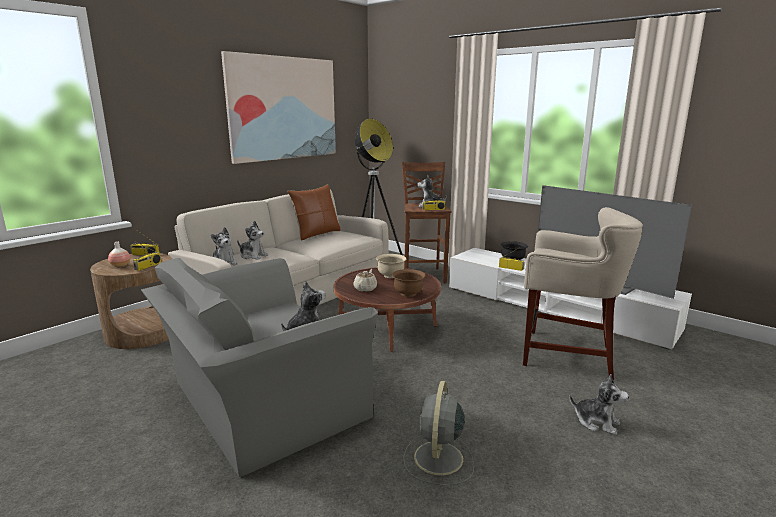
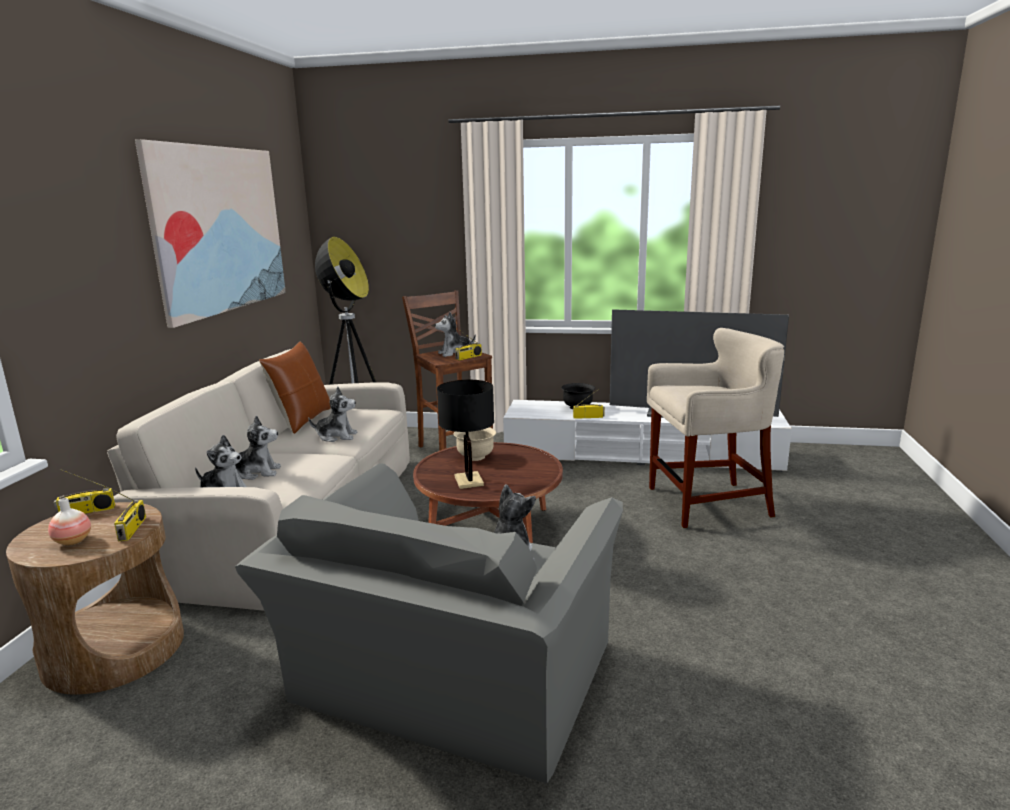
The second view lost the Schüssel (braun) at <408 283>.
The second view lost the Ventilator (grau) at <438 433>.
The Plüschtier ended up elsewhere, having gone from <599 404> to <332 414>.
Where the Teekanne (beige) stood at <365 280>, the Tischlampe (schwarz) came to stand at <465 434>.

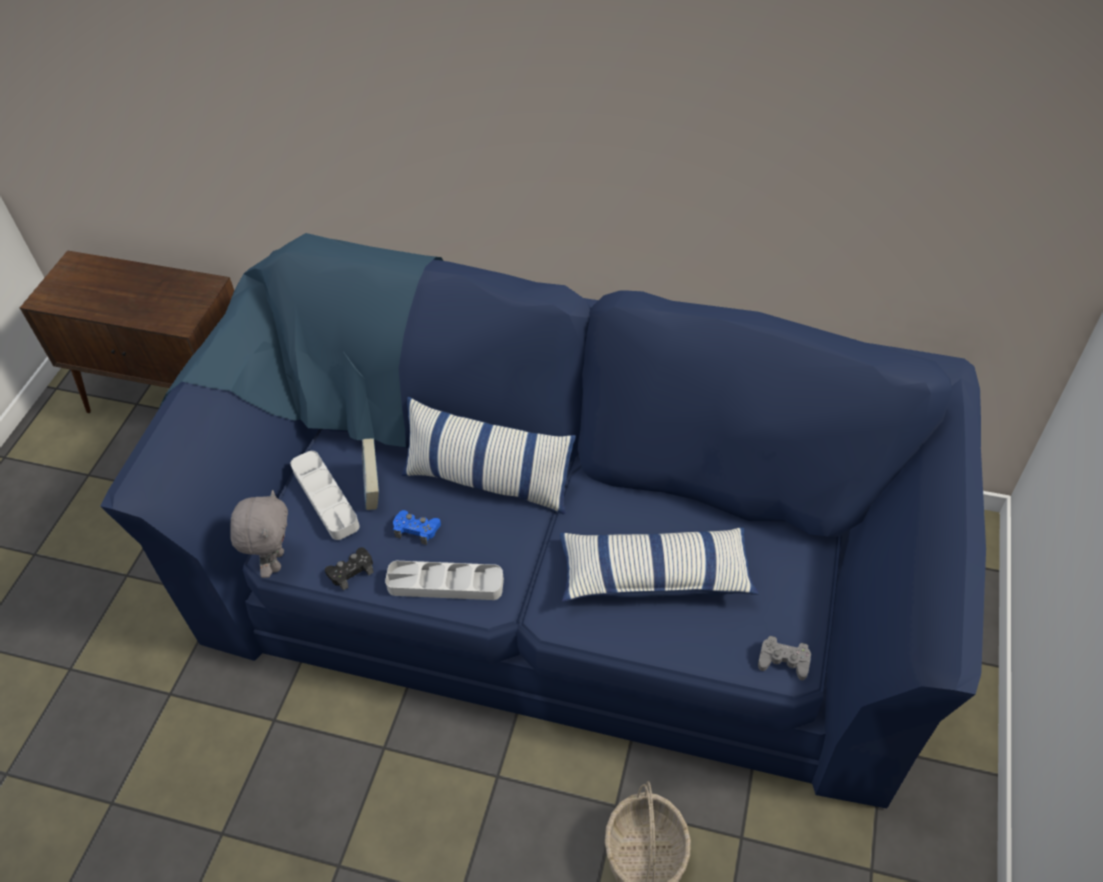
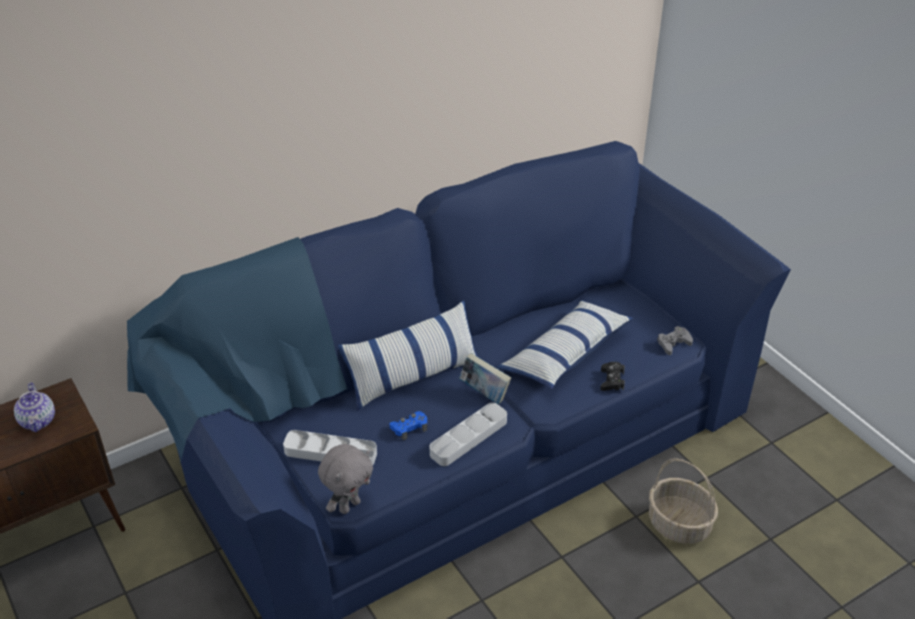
The second view gained the Teekanne at <34 407>.
The Gamepad (schwarz) ended up elsewhere, having gone from <349 569> to <612 376>.
The Buch ended up elsewhere, having gone from <370 474> to <485 378>.
The Plüschtier (grau) at <259 534> ended up facing another way, 90 degrees clockwise from before.

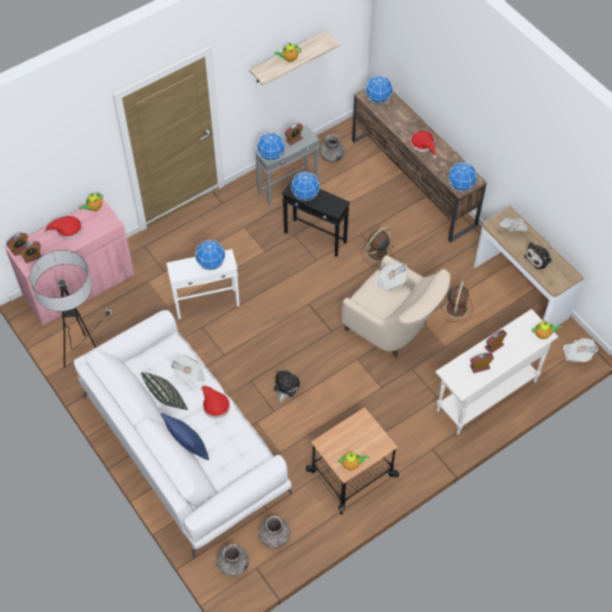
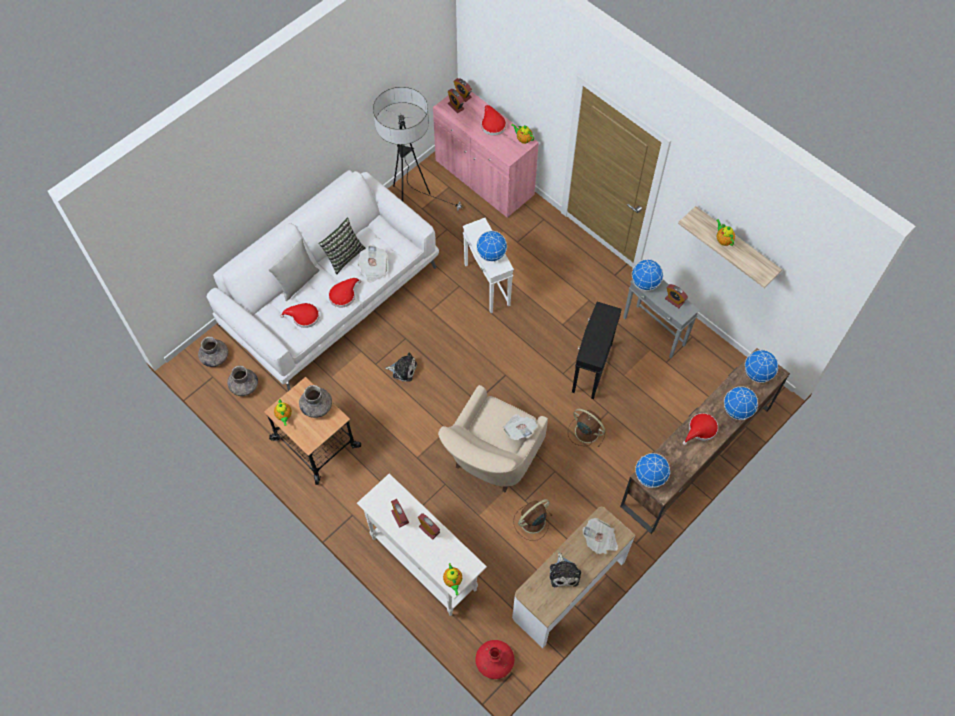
The second view gained the Hut (rot) at <299 315>.
The Globus ended up elsewhere, having gone from <305 186> to <741 403>.
The Vase (grau) ended up elsewhere, having gone from <332 148> to <315 401>.
Where the Zeitung stood at <580 350>, the Vase (rot) came to stand at <494 659>.
What was the Kissen (blau) at <185 436> turned into the Kissen (grau) at <294 269>.
The Ventilator (braun) at <457 301> ended up facing another way, 135 degrees clockwise from before.
The Plüschtier at <538 256> ended up facing another way, 135 degrees counterclockwise from before.

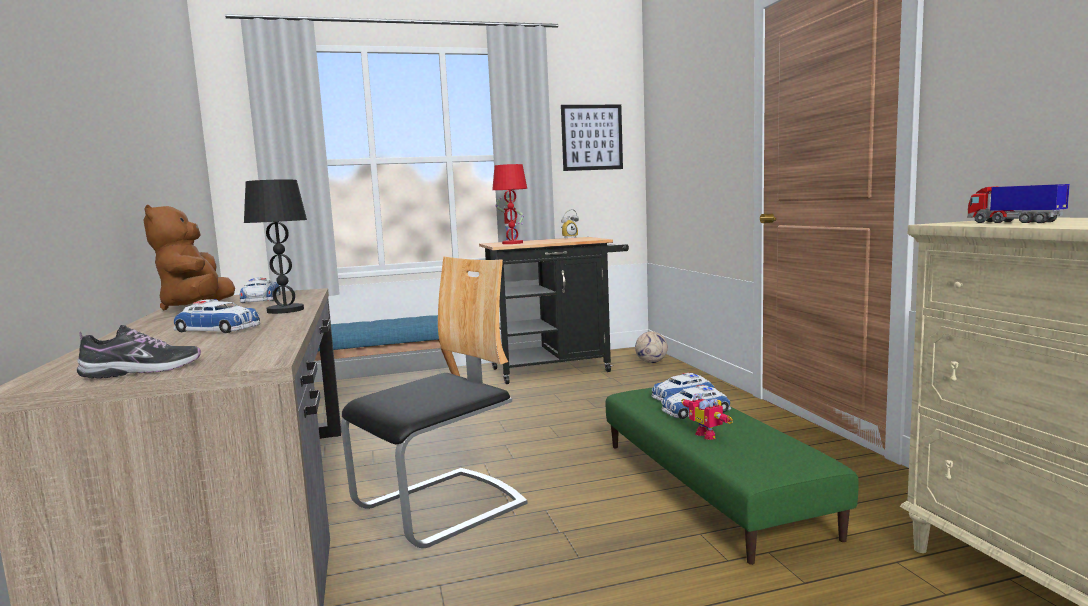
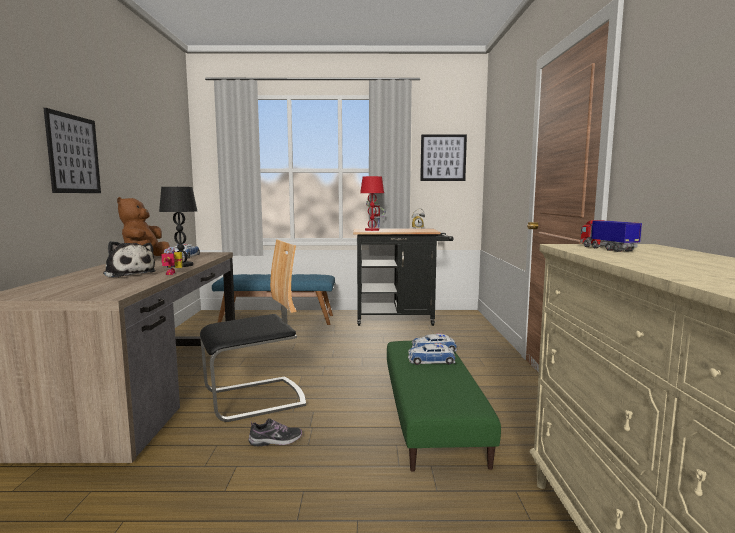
The second view lost the Fußball at <651 347>.
The second view gained the Bild at <72 150>.
The Schuh ended up elsewhere, having gone from <139 352> to <275 432>.
The Spielzeugroboter ended up elsewhere, having gone from <707 416> to <172 261>.
Where the Spielzeugauto stood at <216 316>, the Plüschtier came to stand at <129 259>.

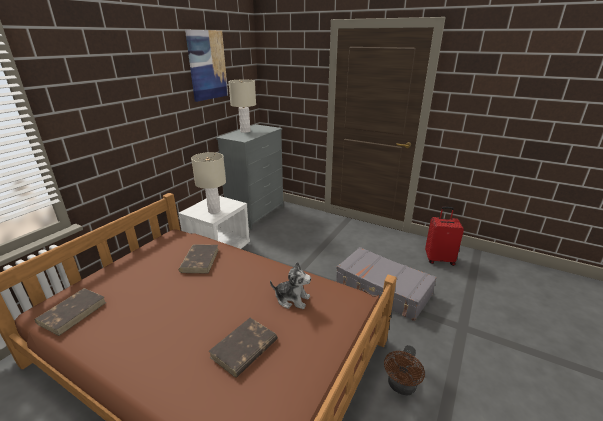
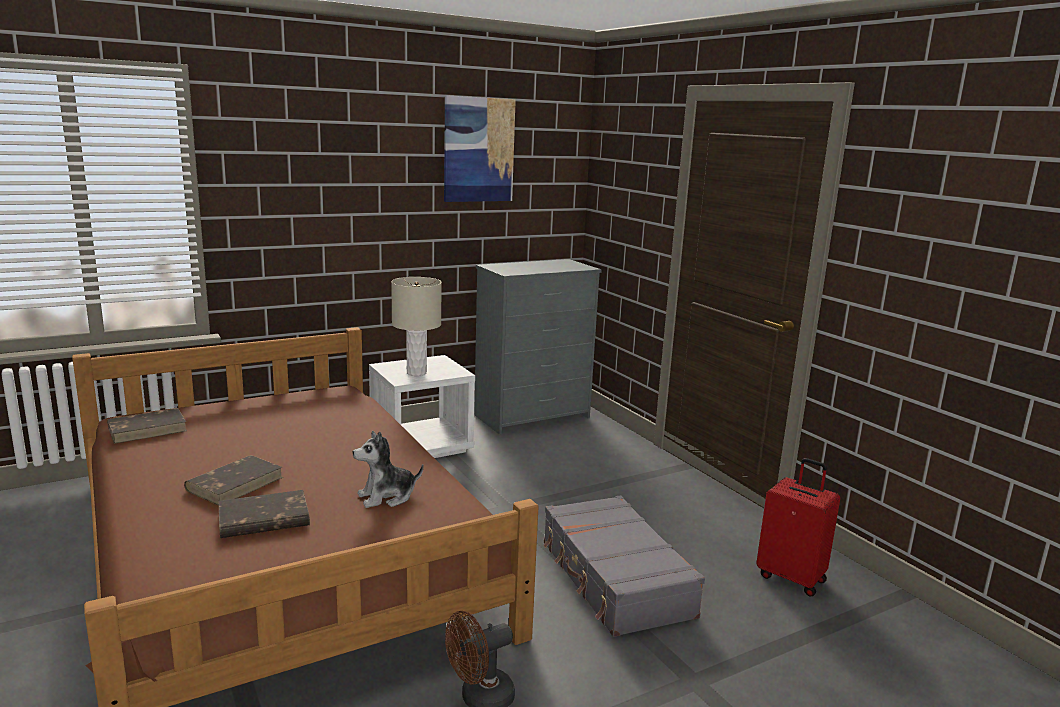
The second view lost the Tischlampe (beige) at <242 106>.
The Buch (braun) ended up elsewhere, having gone from <198 259> to <233 480>.
The Plüschtier at <290 285> ended up facing another way, 105 degrees clockwise from before.

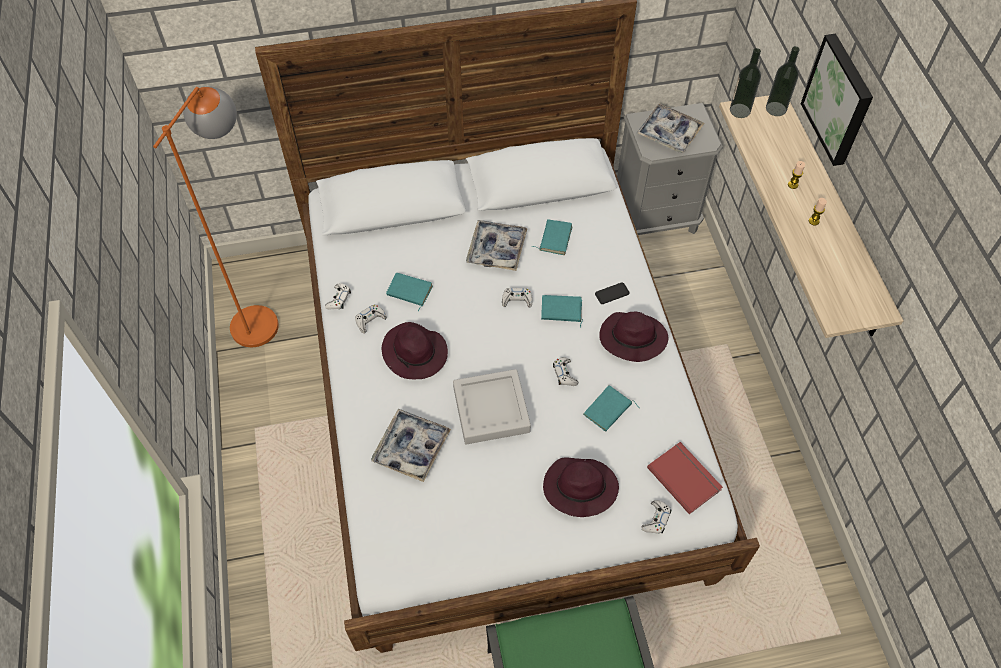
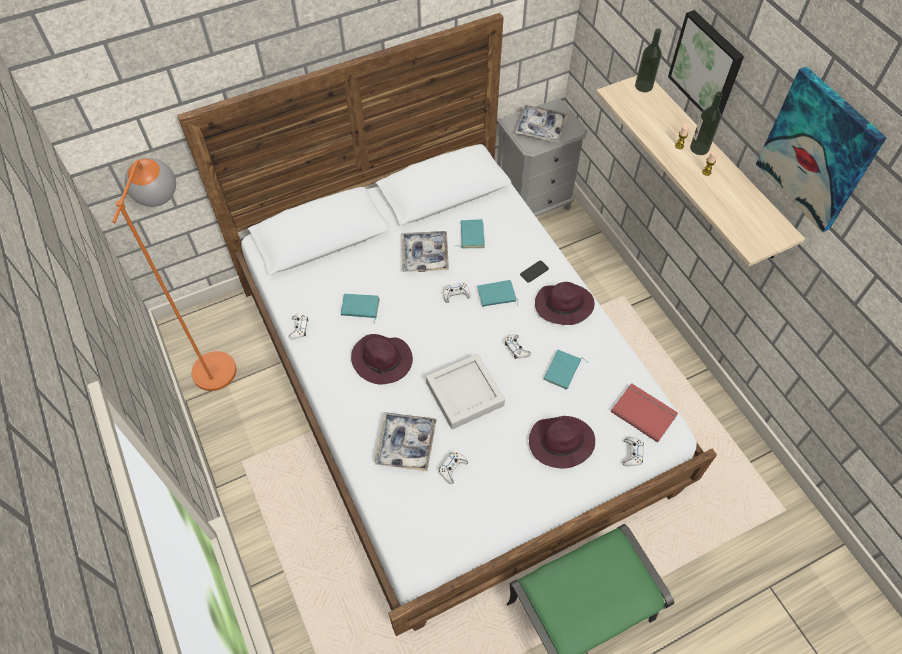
The second view gained the Bild at <821 149>.
The Gamepad (weiß) ended up elsewhere, having gone from <371 319> to <453 468>.
The Flasche ended up elsewhere, having gone from <745 83> to <706 123>.

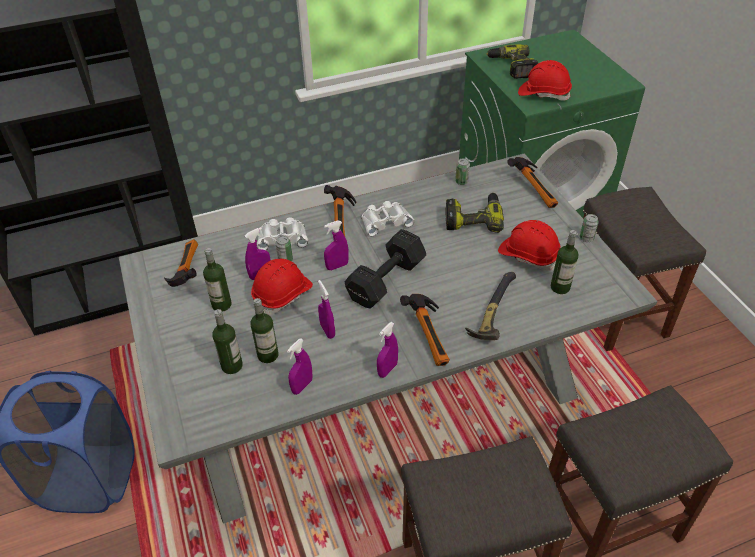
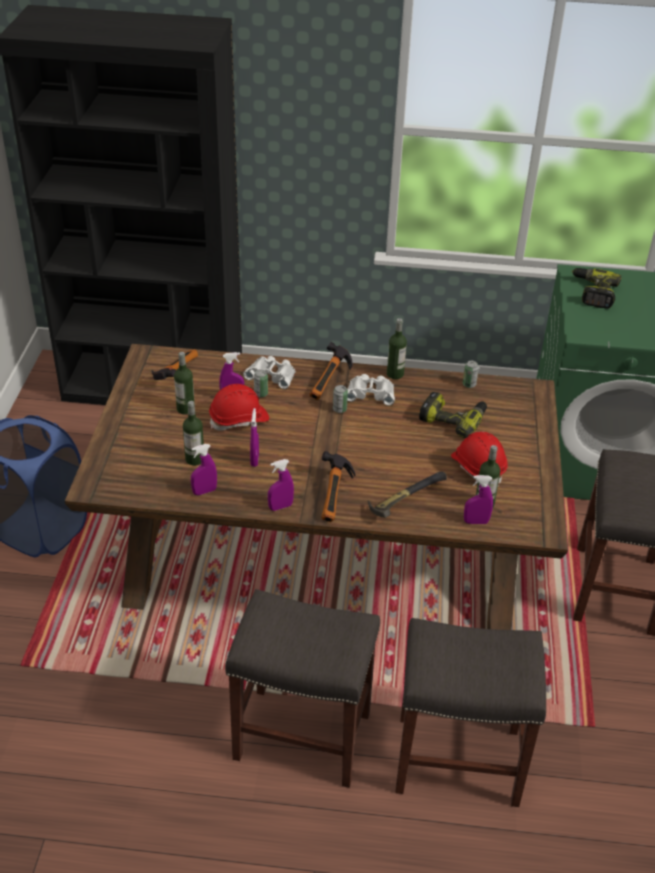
The second view lost the Hantel (schwarz) at <385 269>.
The second view lost the Hammer at <533 182>.
The second view lost the Schutzhelm (rot) at <545 80>.
The Flasche ended up elsewhere, having gone from <227 341> to <397 348>.
The Sprühflasche (lila) ended up elsewhere, having gone from <336 245> to <478 499>.
The Dose ended up elsewhere, having gone from <589 228> to <340 399>.
What was the Esstisch (grau) at <388 339> turned into the Esstisch (braun) at <316 487>.

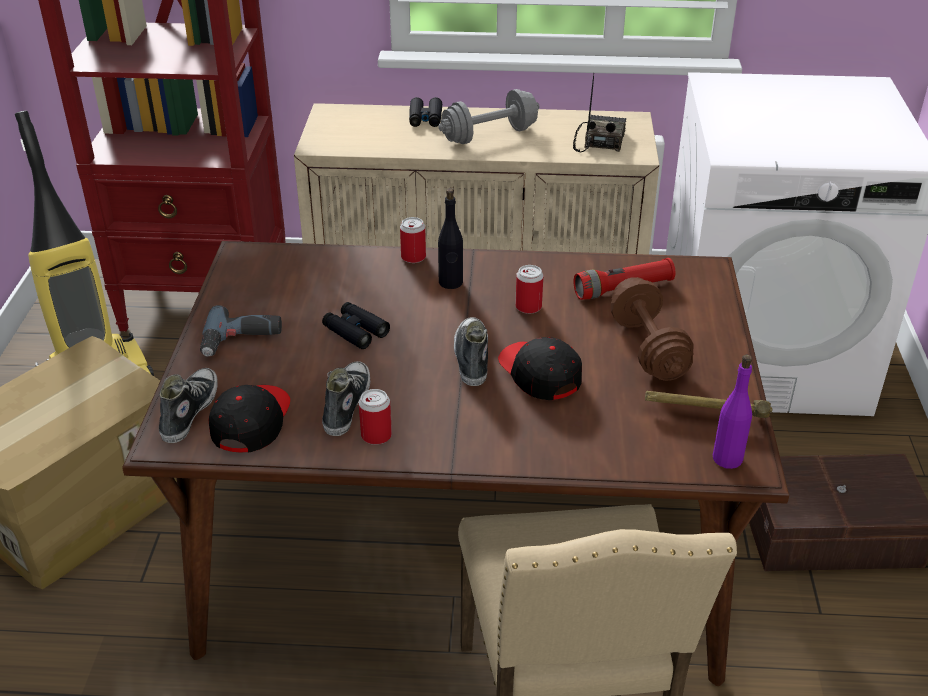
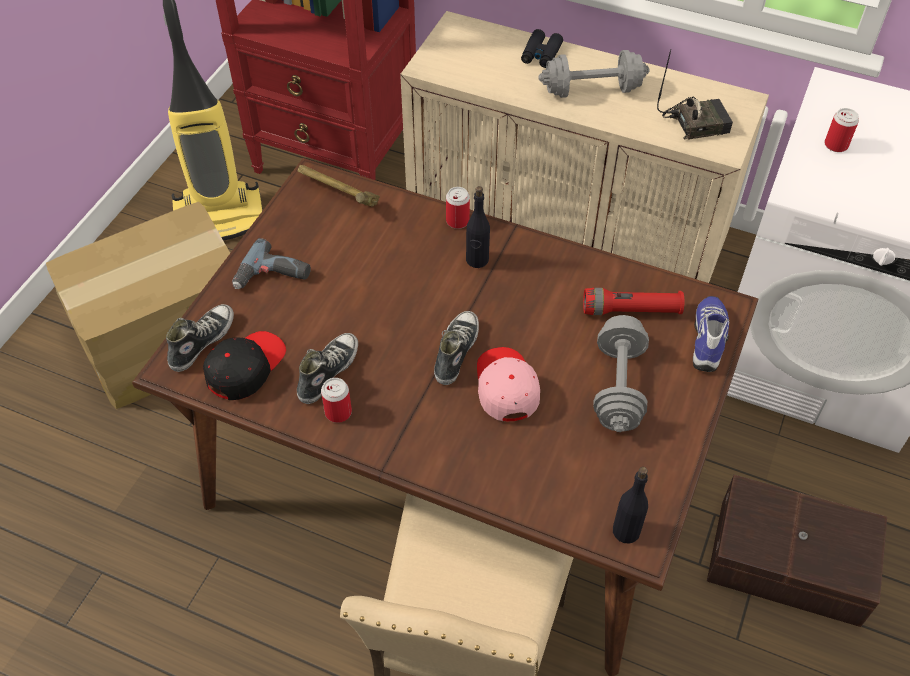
The second view lost the Fernglas (schwarz) at <356 325>.
The second view gained the Schuh at <711 334>.
The Dose ended up elsewhere, having gone from <529 289> to <841 130>.
The Hammer ended up elsewhere, having gone from <708 404> to <339 185>.
What was the Kappe (schwarz) at <540 368> turned into the Kappe (rosa) at <508 384>.
What was the Hantel (braun) at <652 329> turned into the Hantel (grau) at <621 373>.
What was the Flasche (lila) at <732 412> turned into the Flasche (schwarz) at <630 505>.
The Radio at <599 113> ended up facing another way, 45 degrees clockwise from before.

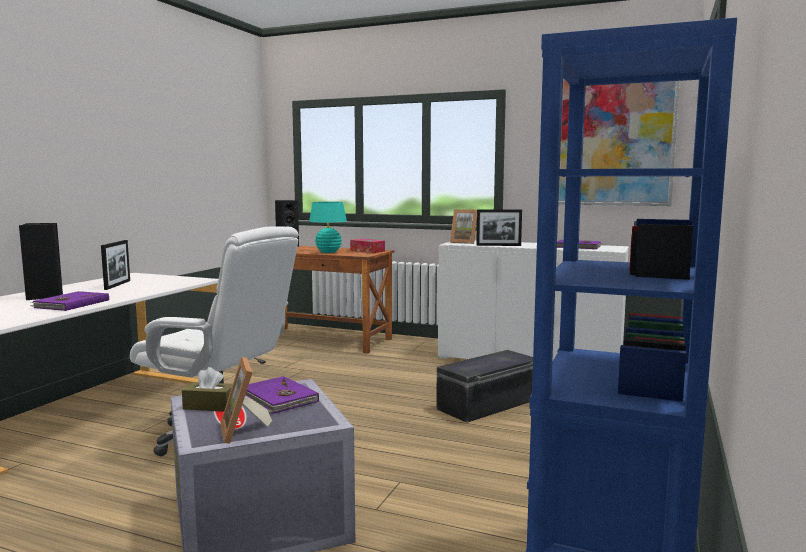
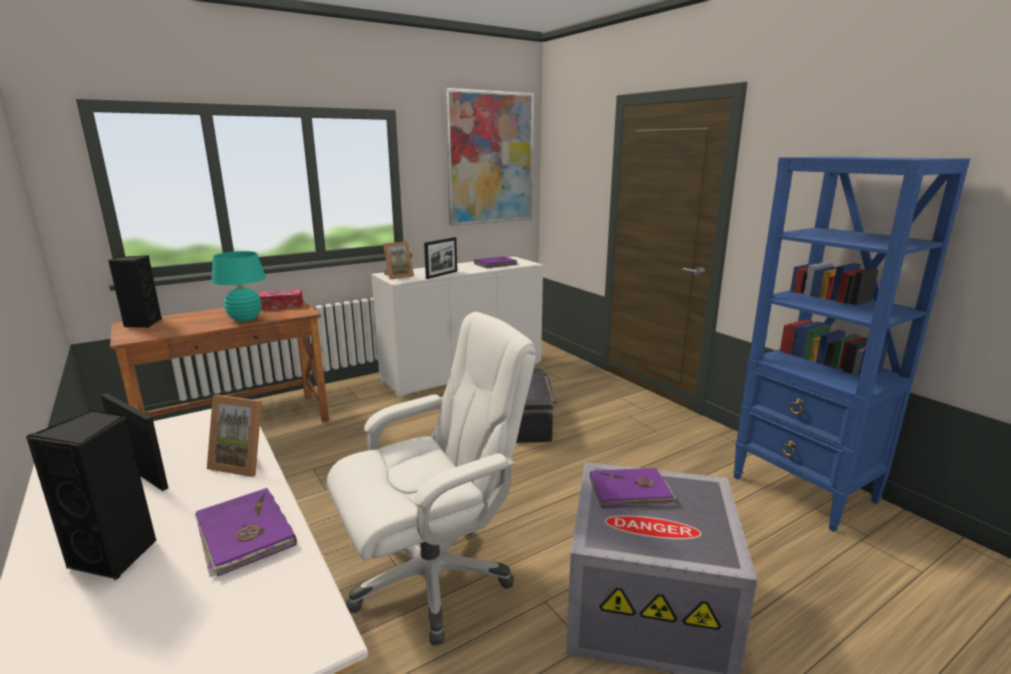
The second view lost the Taschentuchbox (braun) at <207 389>.
The Bilderrahmen ended up elsewhere, having gone from <246 400> to <234 436>.

